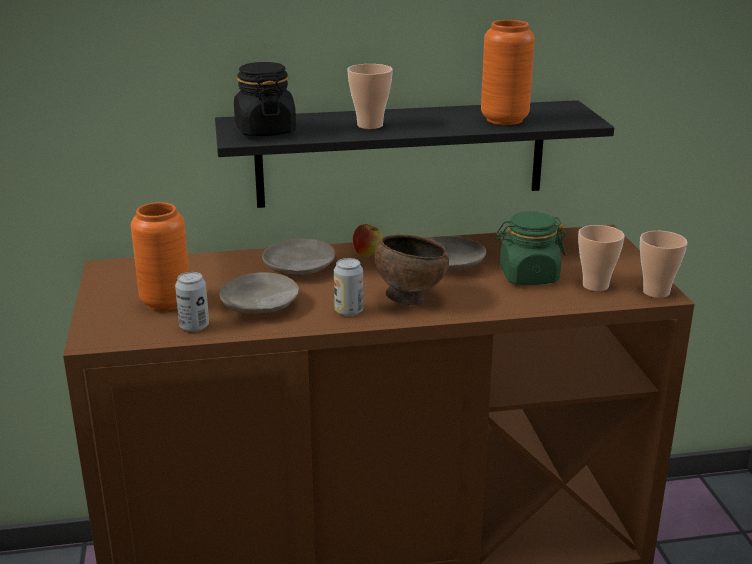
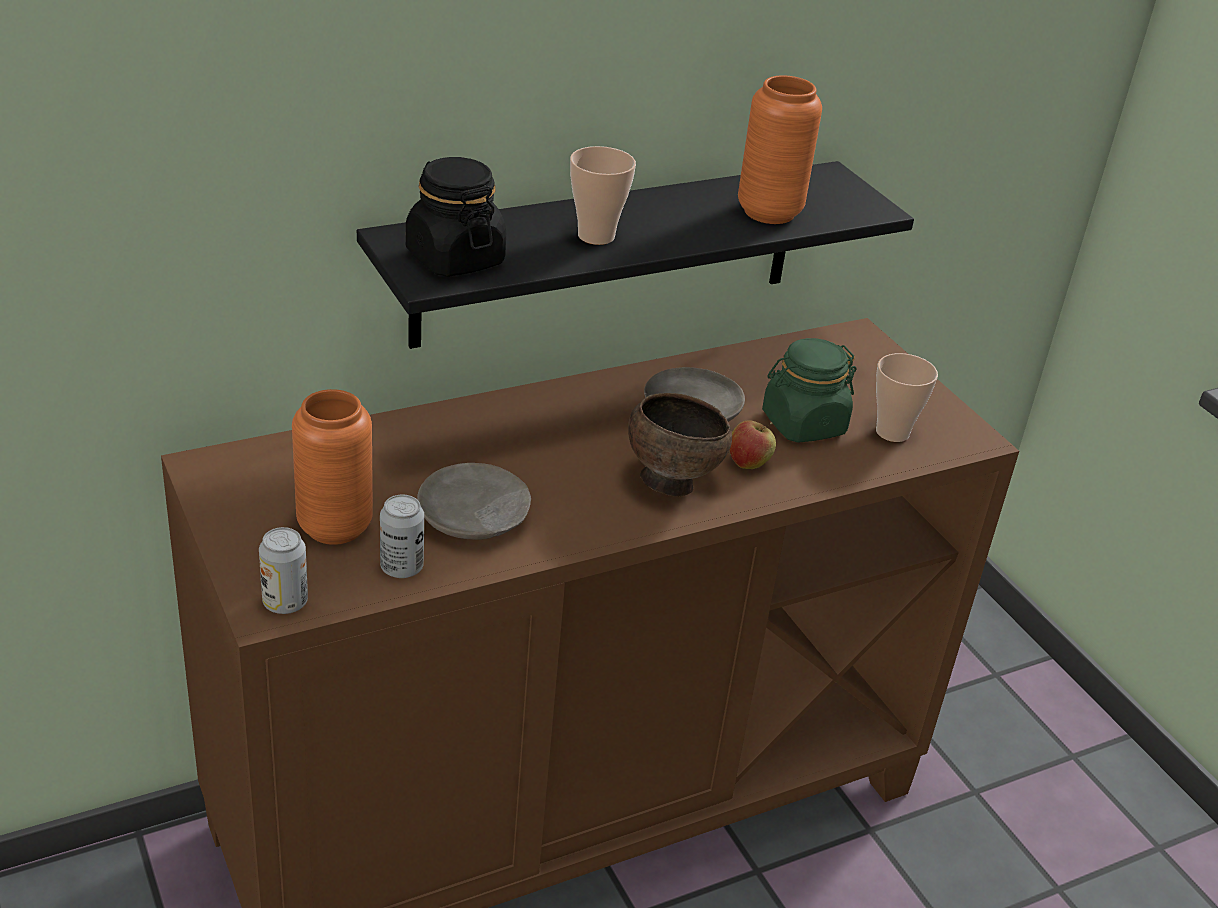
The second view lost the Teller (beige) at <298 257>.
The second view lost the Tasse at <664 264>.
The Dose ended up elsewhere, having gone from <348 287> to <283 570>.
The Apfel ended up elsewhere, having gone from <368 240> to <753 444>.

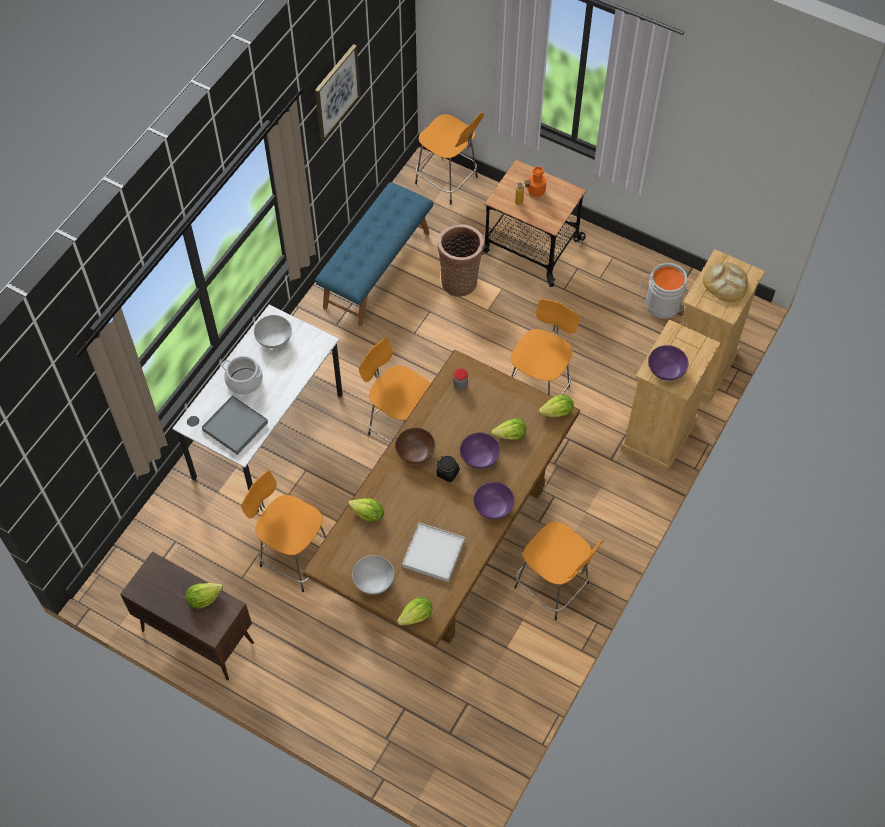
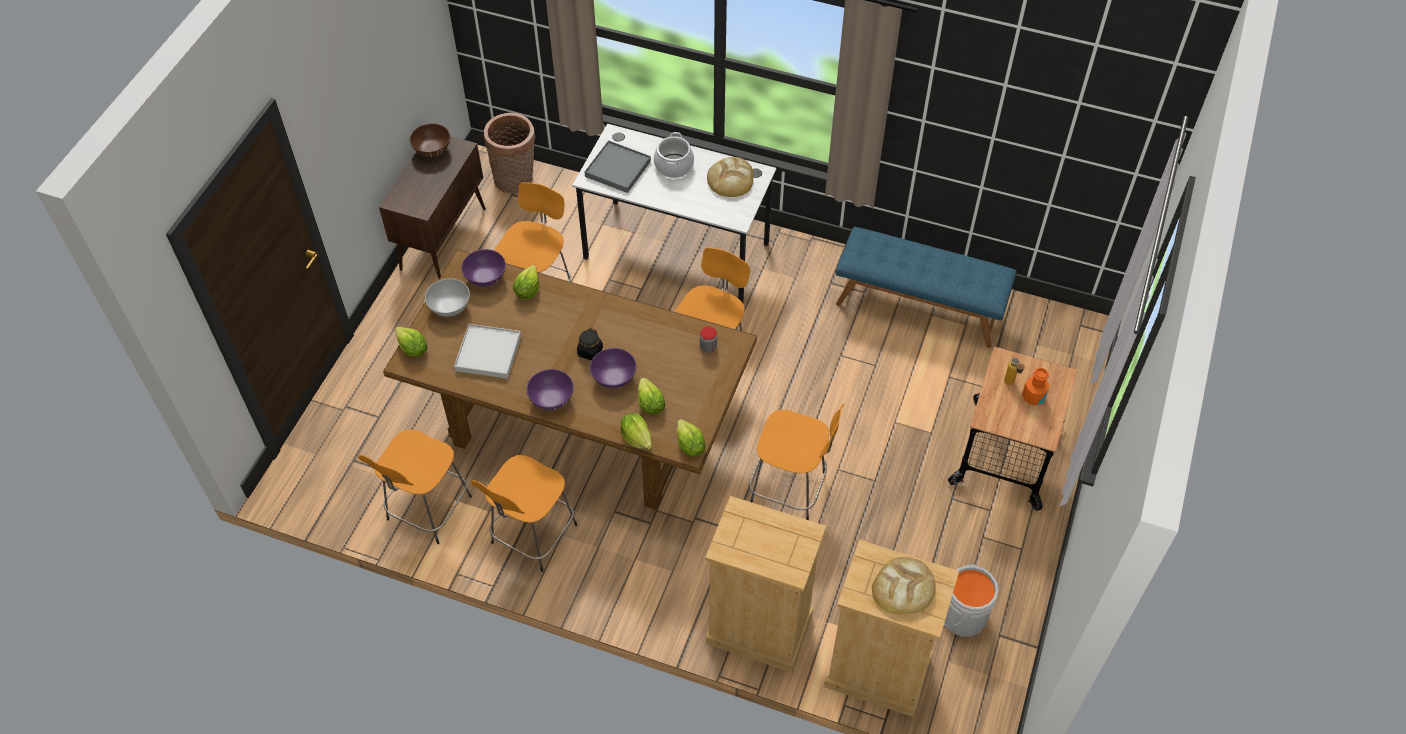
The second view lost the Bild at <337 92>.
The Salatkopf ended up elsewhere, having gone from <204 596> to <636 431>.
The Schüssel (braun) ended up elsewhere, having gone from <415 446> to <430 140>.
The Hocker (orange) ended up elsewhere, having gone from <449 158> to <415 487>.
The Korb ended up elsewhere, having gone from <461 260> to <509 153>.
The Schüssel (lila) ended up elsewhere, having gone from <668 363> to <484 268>.
Where the Schüssel (weiß) stood at <273 332>, the Brot came to stand at <730 177>.

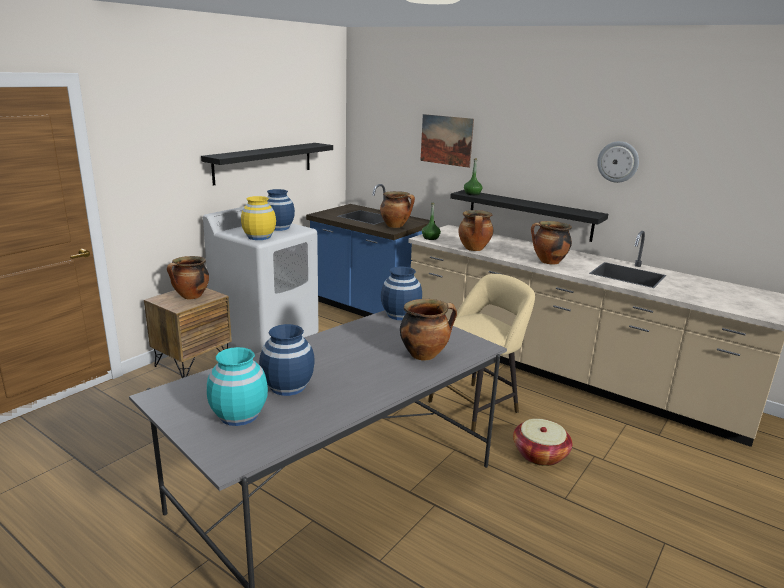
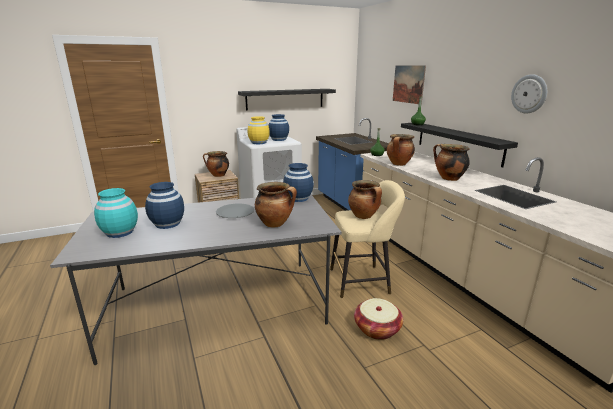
The second view gained the Teller (grau) at <235 211>.
The Kochtopf ended up elsewhere, having gone from <397 209> to <365 199>.

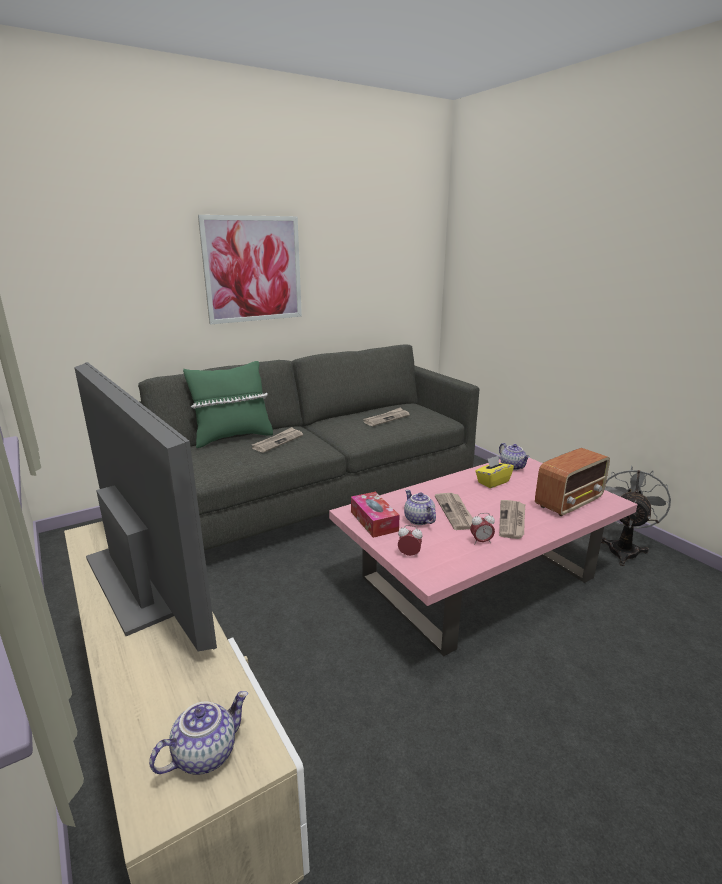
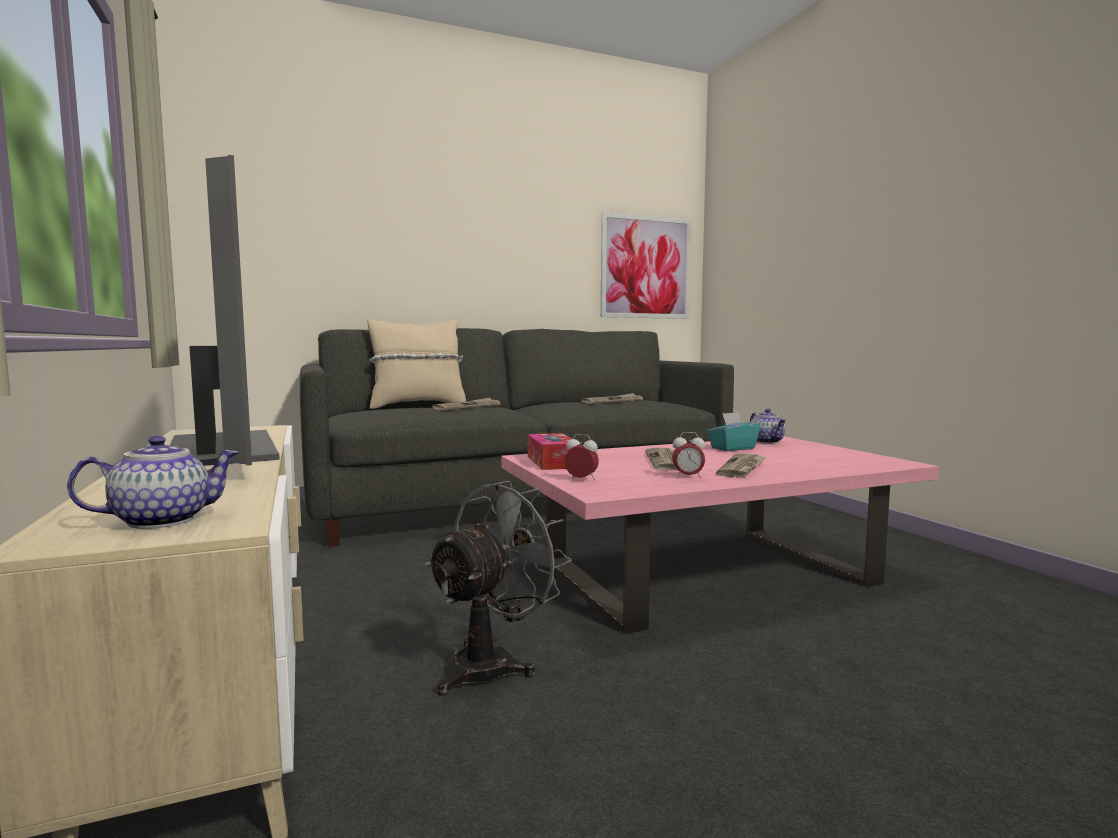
The second view lost the Teekanne at <420 507>.
The second view lost the Radio at <572 482>.
The Bild ended up elsewhere, having gone from <250 269> to <646 265>.
The Ventilator (grau) ended up elsewhere, having gone from <636 516> to <498 588>.
What was the Kissen (grün) at <228 404> turned into the Kissen (beige) at <416 364>.
What was the Taschentuchbox (gelb) at <494 472> turned into the Taschentuchbox (türkis) at <733 431>.

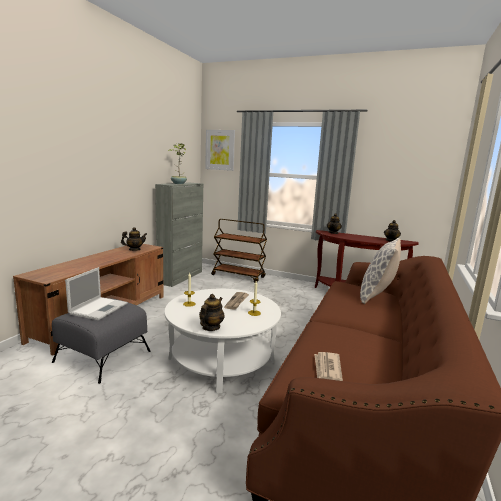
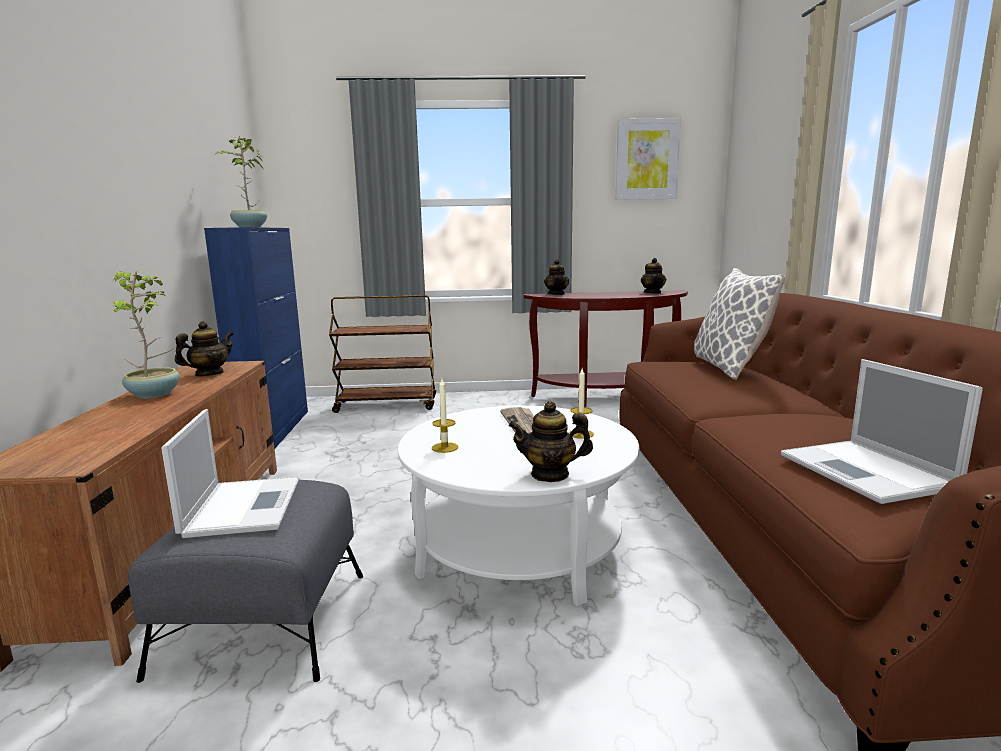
The second view gained the Topfpflanze at <145 335>.
The Bild ended up elsewhere, having gone from <220 150> to <648 159>.
Where the Zeitung stood at <328 366>, the Laptop came to stand at <882 431>.
What was the Schrank (grau) at <179 234> turned into the Schrank (blau) at <256 338>.
The Teekanne at <211 312> ended up facing another way, 90 degrees counterclockwise from before.

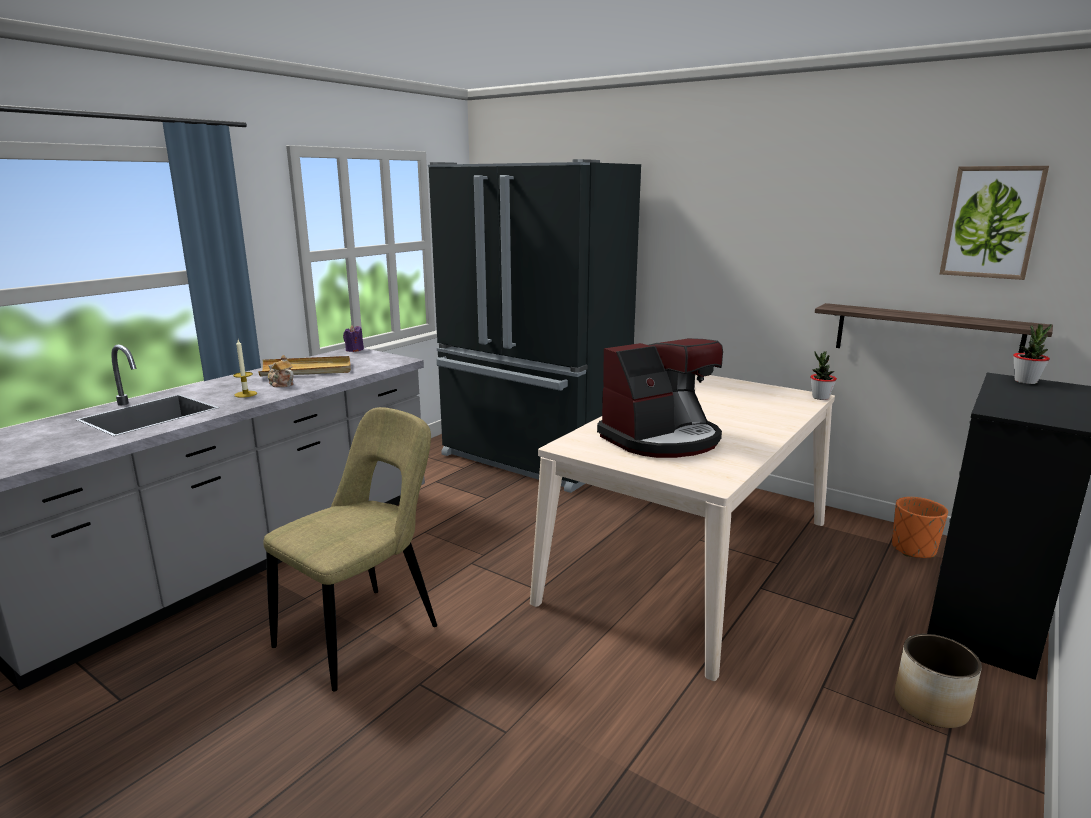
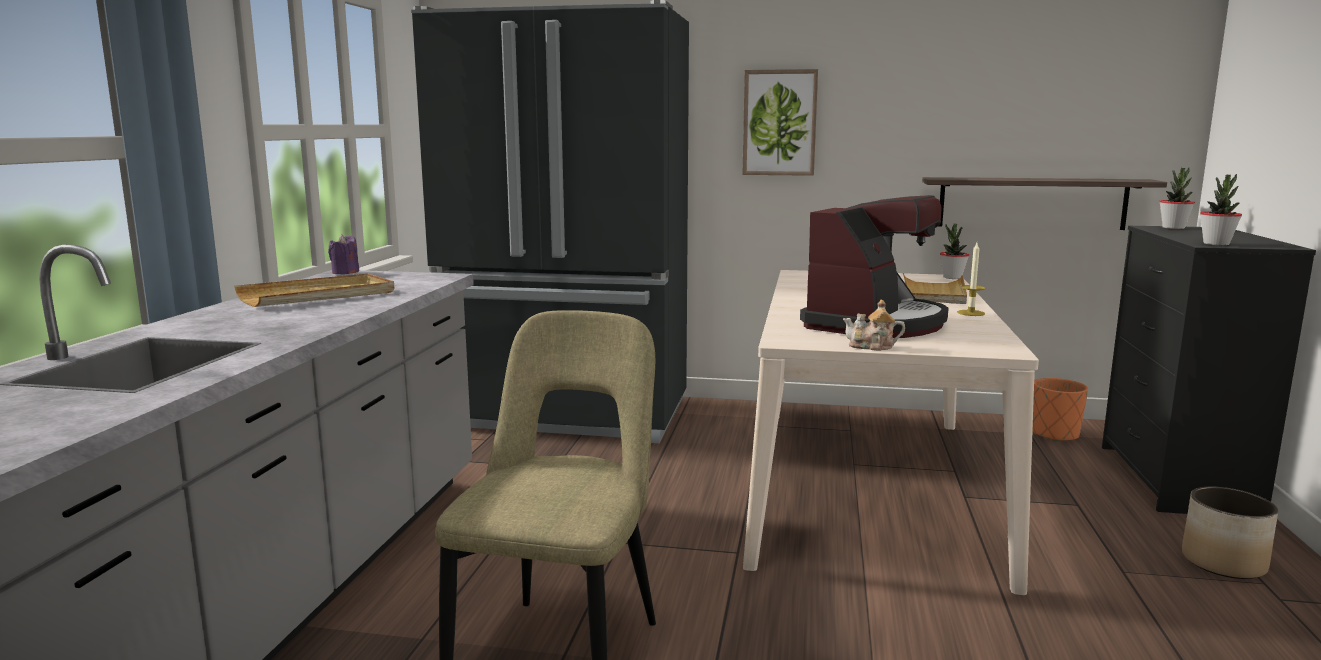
The second view gained the Tablett (beige) at <935 288>.
The second view gained the Topfpflanze at <1221 209>.
The Kerze ended up elsewhere, having gone from <245 369> to <971 279>.
The Teekanne ended up elsewhere, having gone from <281 371> to <874 325>.
The Bild ended up elsewhere, having gone from <994 223> to <780 122>.

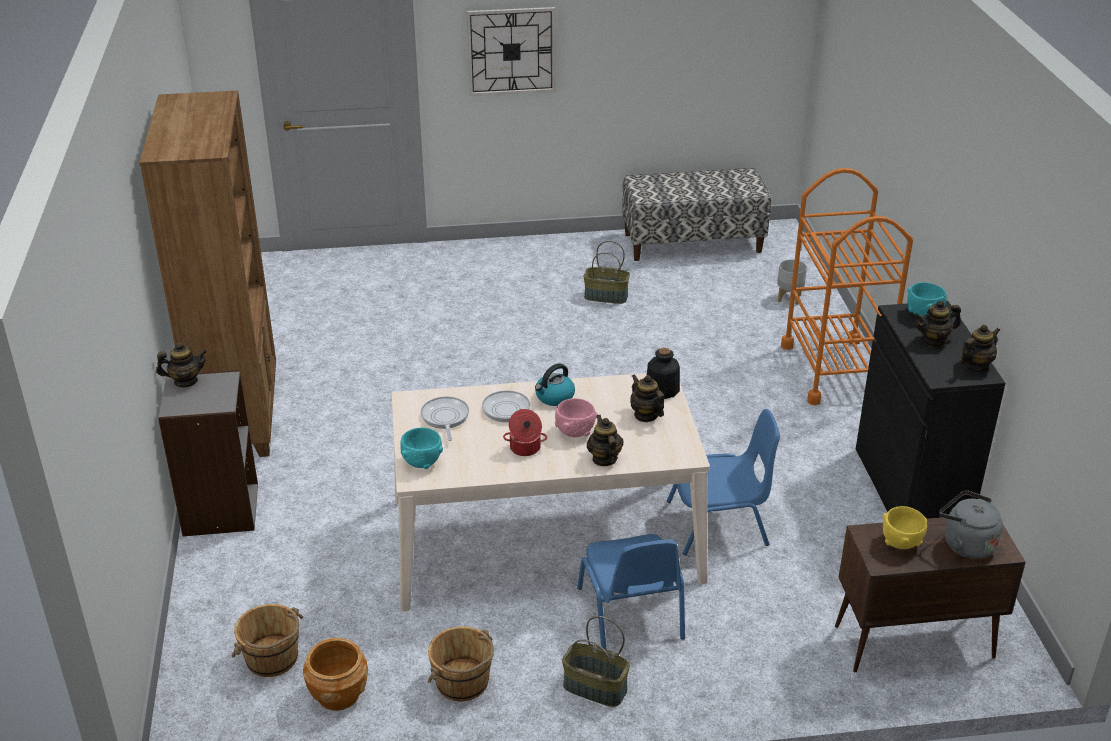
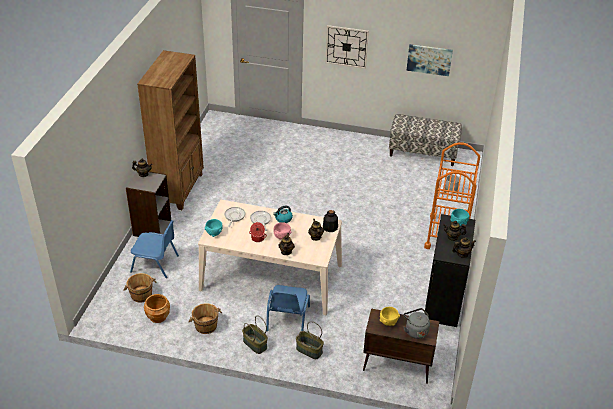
The second view gained the Bild at <429 60>.
The Korb ended up elsewhere, having gone from <607 272> to <310 340>.
The Stuhl (blau) ended up elsewhere, having gone from <723 482> to <154 249>.

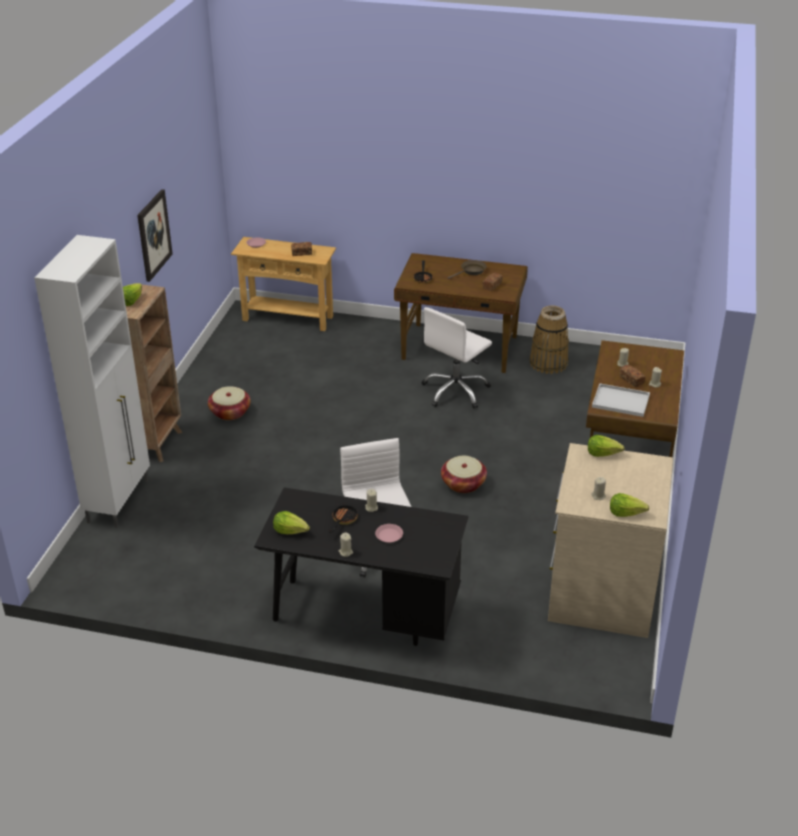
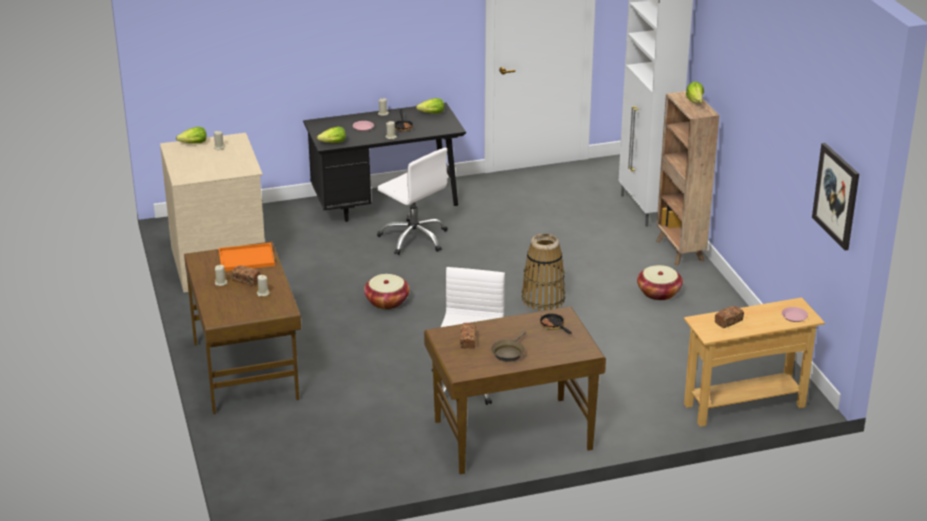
The Bild ended up elsewhere, having gone from <155 235> to <835 196>.
The Korb ended up elsewhere, having gone from <549 339> to <543 272>.
The Salatkopf ended up elsewhere, having gone from <606 446> to <331 135>.
What was the Tablett (weiß) at <621 400> turned into the Tablett (orange) at <247 257>.

